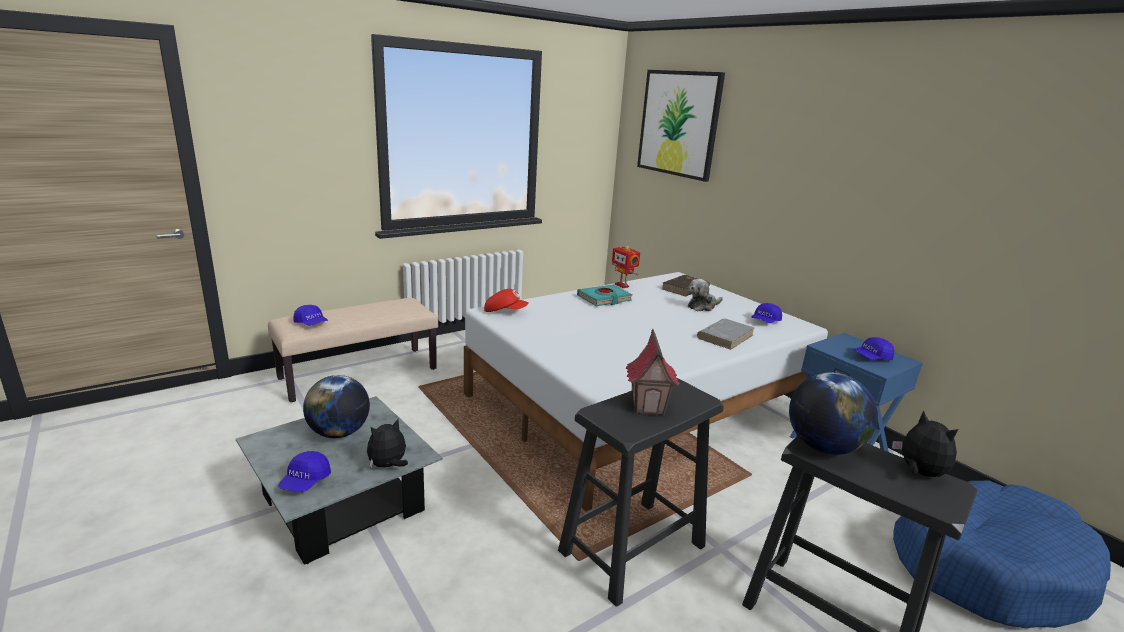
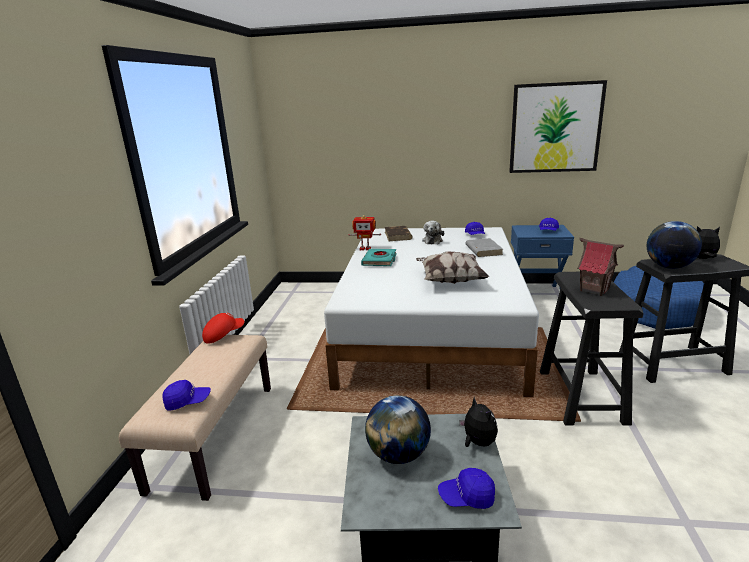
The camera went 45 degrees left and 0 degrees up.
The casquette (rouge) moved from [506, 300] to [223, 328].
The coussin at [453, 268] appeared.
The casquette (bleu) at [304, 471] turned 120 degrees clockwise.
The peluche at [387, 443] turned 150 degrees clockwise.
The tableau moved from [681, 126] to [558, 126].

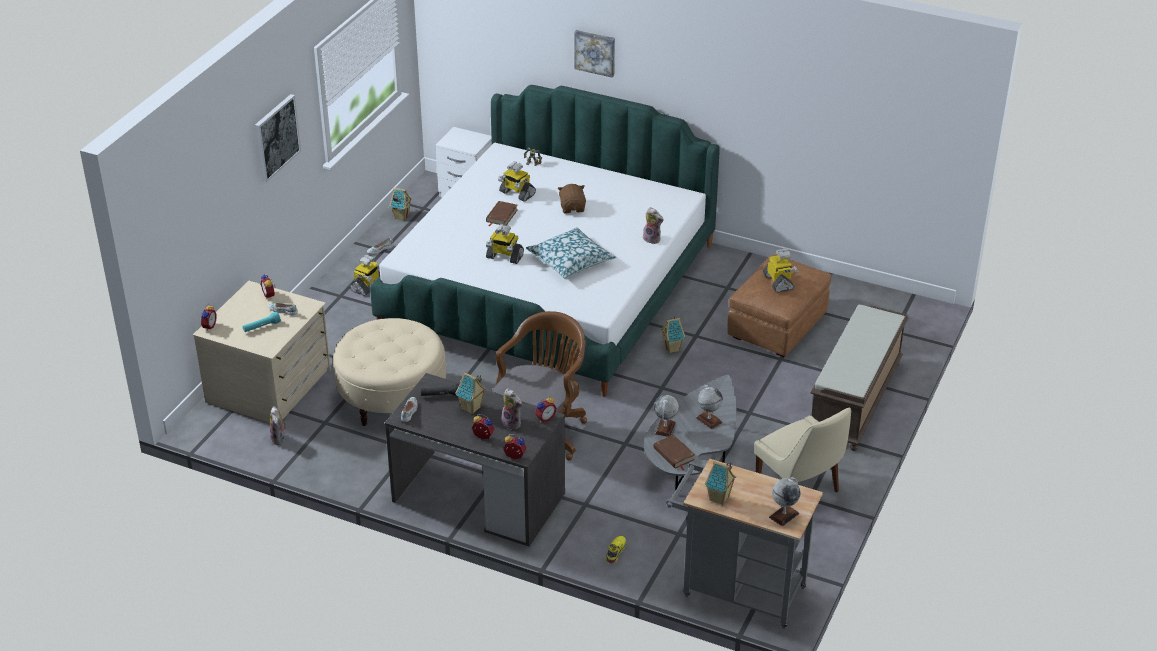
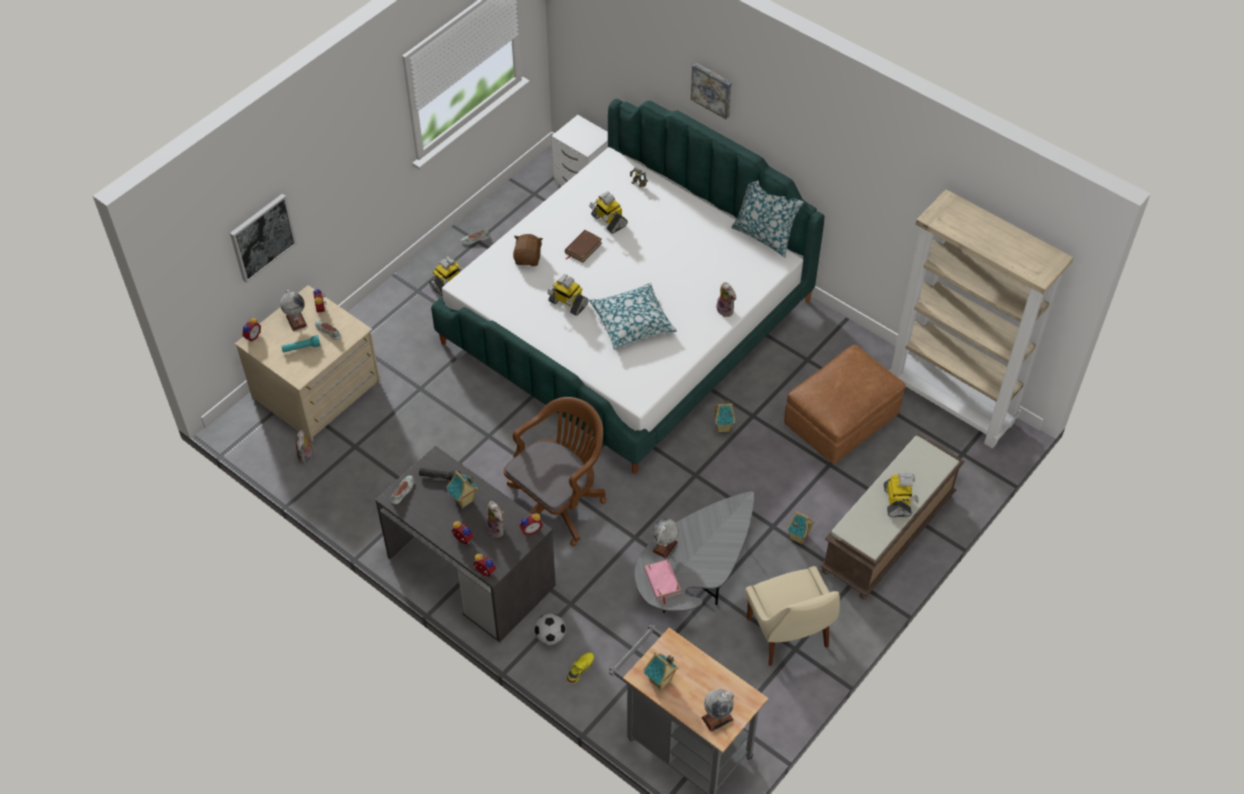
The camera went 15 degrees right and 15 degrees up.
The tableau moved from [278, 138] to [263, 238].
The globe moved from [709, 407] to [293, 310].
The peluche (marron) moved from [572, 198] to [528, 250].
The ballon de foot at [550, 629] appeared.
The livre (marron) at [674, 452] became the livre (rose) at [662, 581].
The coussin at [767, 219] appeared.
The maison miniature moved from [401, 204] to [801, 528].
The robot jouet moved from [781, 270] to [901, 495].
The bibliothèque (beige) at [981, 318] appeared.
The pouf (beige) at [390, 372] disappeared.

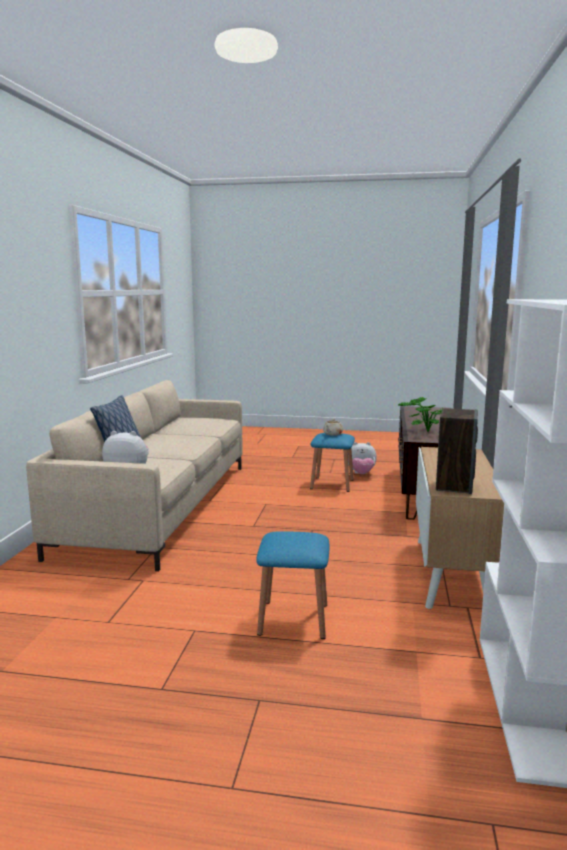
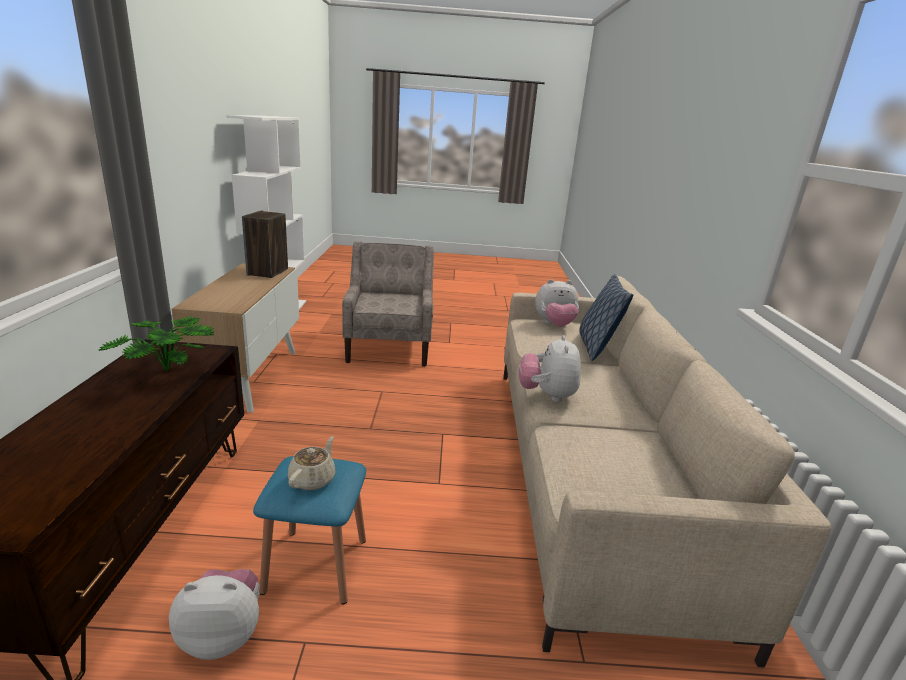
The camera went 170 degrees right and 10 degrees up.
The tabouret (bleu) at [292, 585] was replaced by the fauteuil (beige) at [388, 304].
The peluche at [550, 368] appeared.

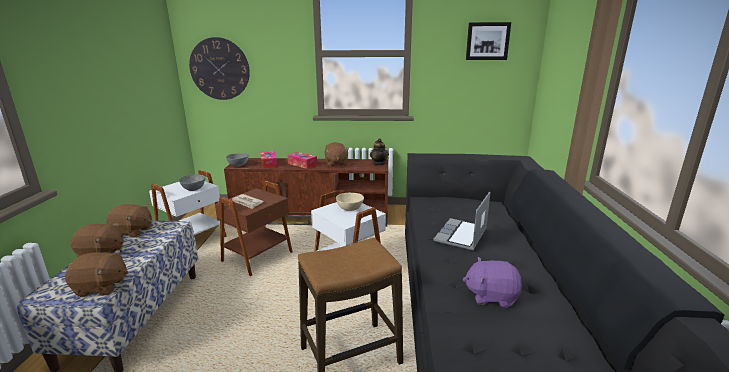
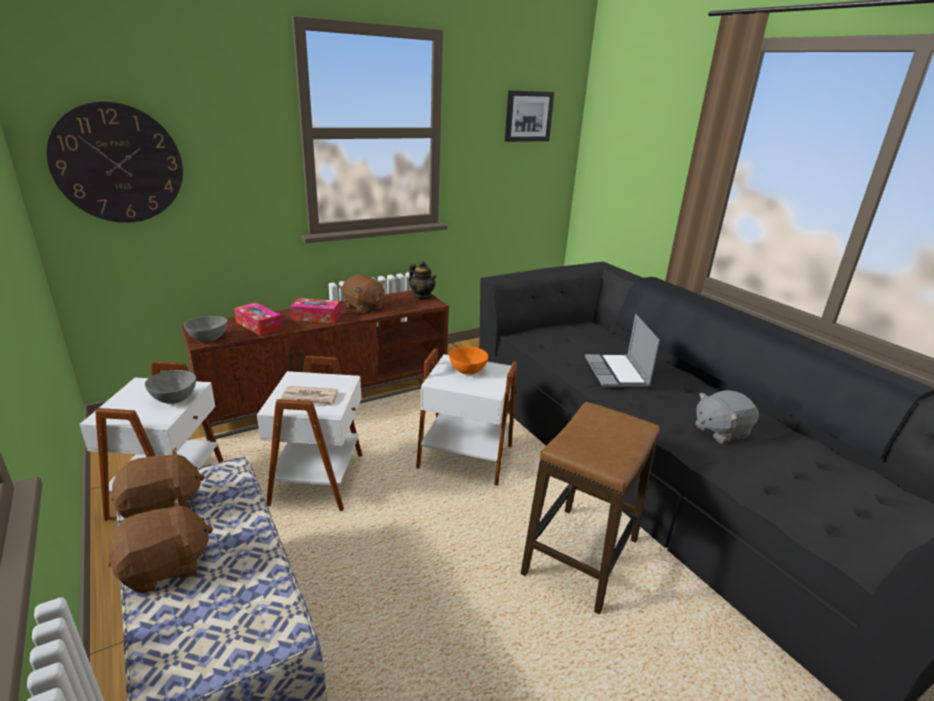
The camera went 35 degrees left and 5 degrees up.
The table d'appoint (marron) at [254, 228] became the table d'appoint (blanc) at [309, 433].
The bol (beige) at [350, 202] became the bol (orange) at [468, 360].
The peluche (violet) at [492, 282] became the peluche (gris) at [727, 417].
The peluche (marron) at [96, 273] disappeared.

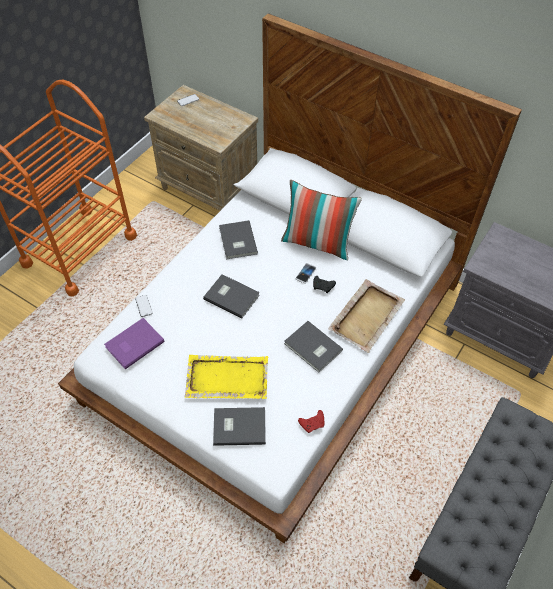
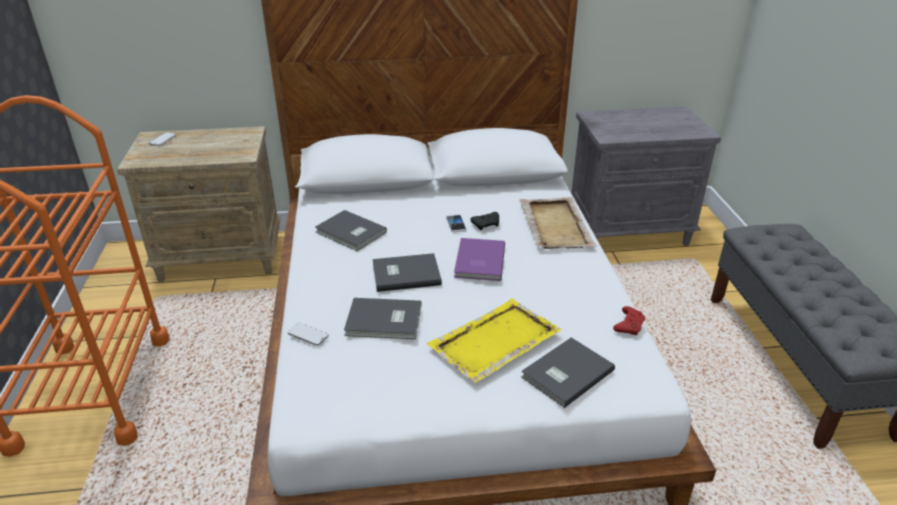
The camera went 40 degrees left and 20 degrees down.
The livre (gris) moved from [313, 347] to [382, 318].
The livre (violet) moved from [134, 343] to [479, 259].
The coussin at [321, 220] disappeared.

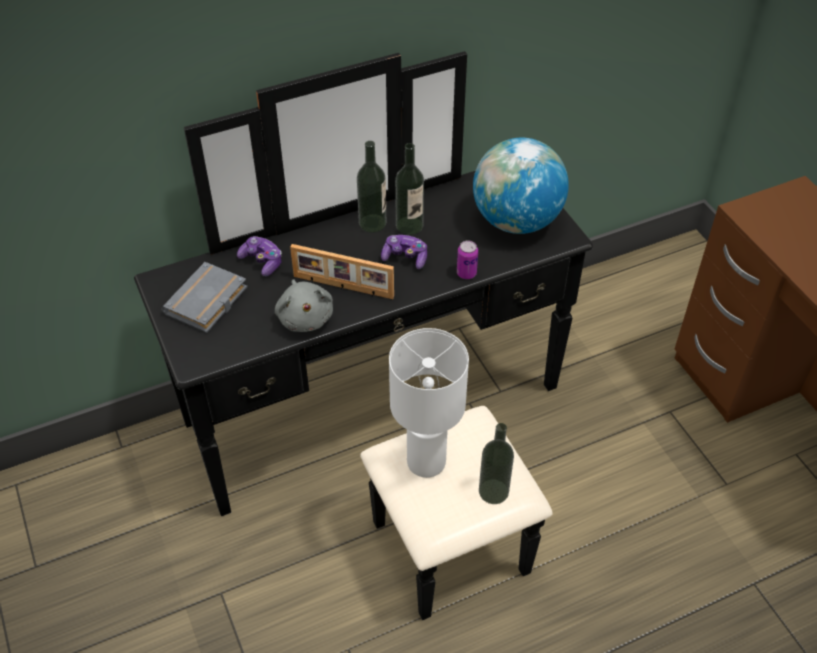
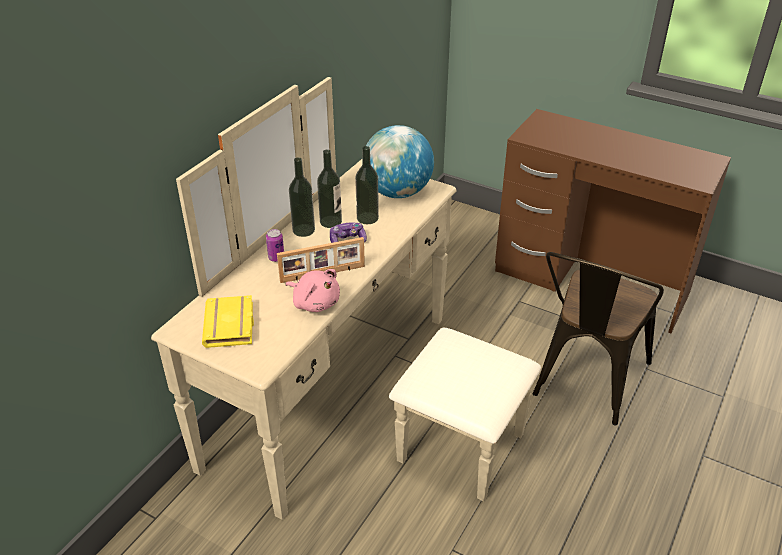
The camera went 35 degrees left and 10 degrees down.
The commode (noir) at [363, 335] became the commode (beige) at [346, 298].
The livre (gris) at [204, 297] became the livre (jaune) at [228, 321].
The boîte métallique moved from [467, 259] to [275, 245].
The peluche (gris) at [304, 305] became the peluche (rose) at [313, 290].
The bouteille moved from [496, 463] to [367, 185].
The chaise (marron) at [598, 339] appeared.
The manette at [259, 256] disappeared.
The lampe de table (blanc) at [429, 403] disappeared.

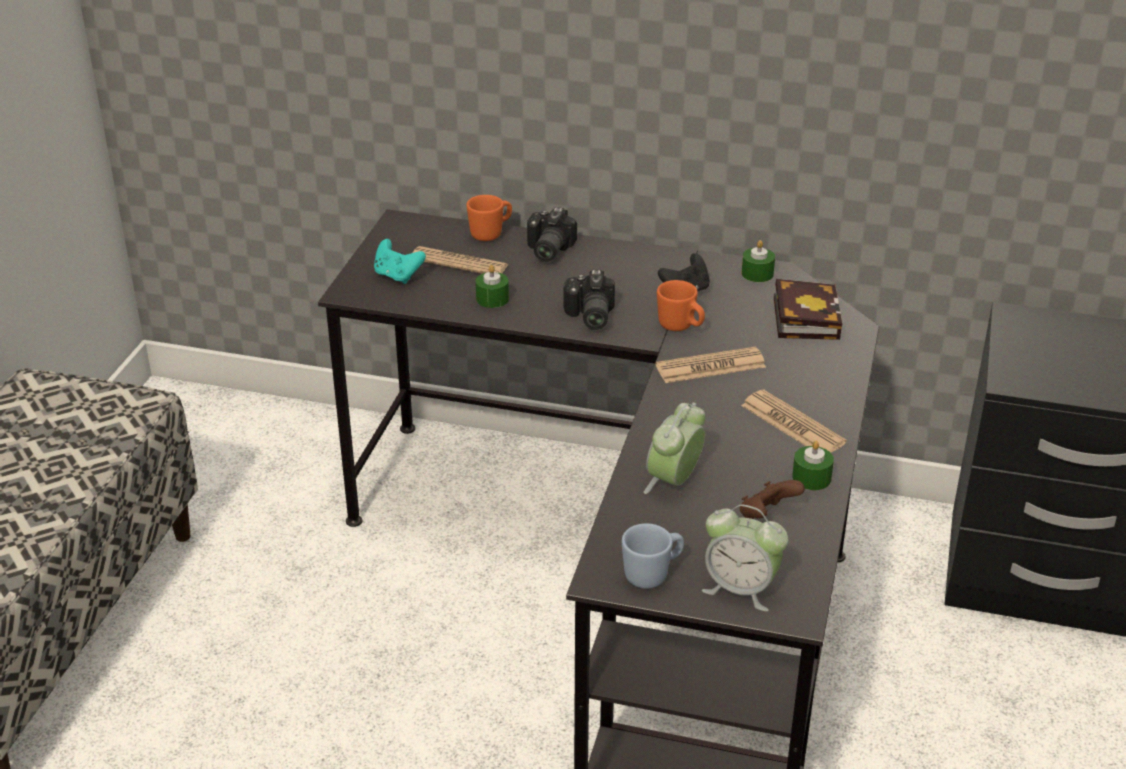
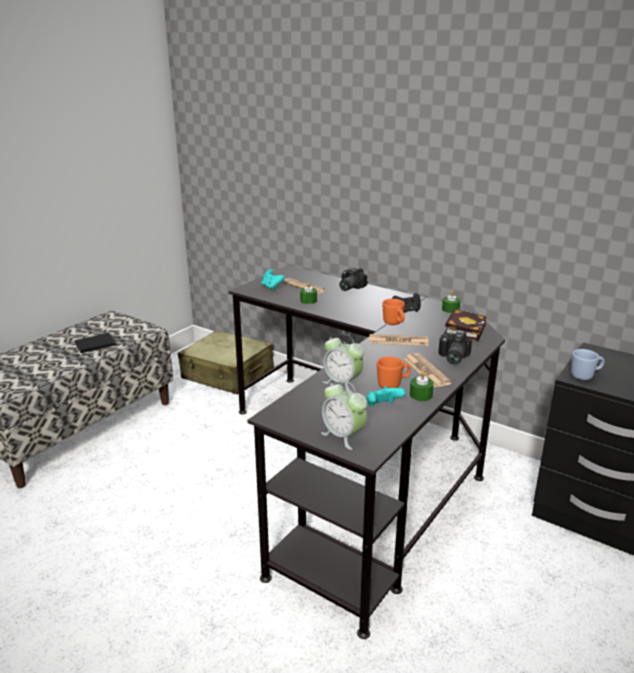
The camera went 20 degrees right and 10 degrees down.
The livre (noir) at [96, 343] appeared.
The valise (beige) at [226, 362] appeared.
The réveil at [674, 448] turned 105 degrees counterclockwise.
The manette (marron) at [772, 499] became the manette (turquoise) at [386, 396].
The mug (orange) moved from [489, 218] to [394, 372].
The appareil photo moved from [589, 300] to [455, 347].
The mug (bleu) moved from [653, 556] to [587, 364].

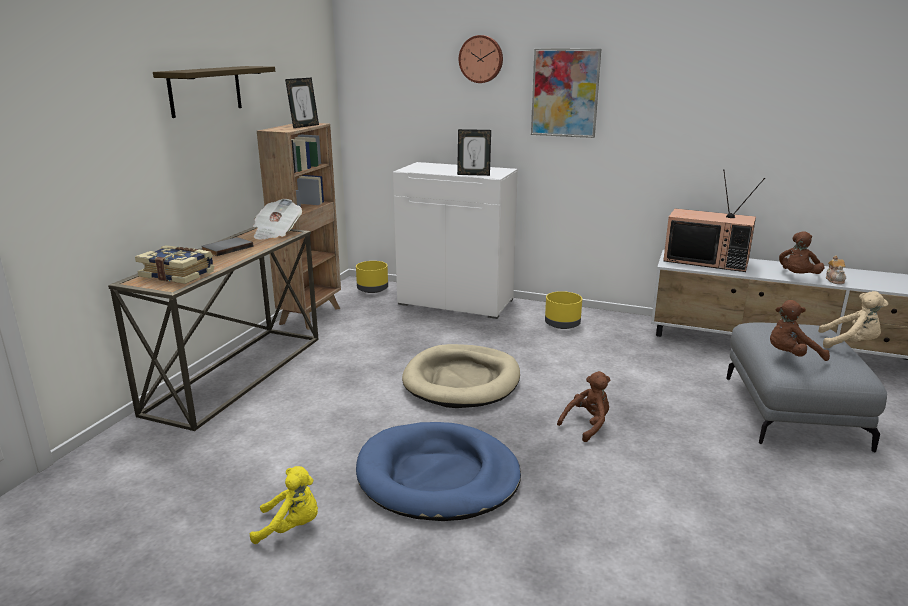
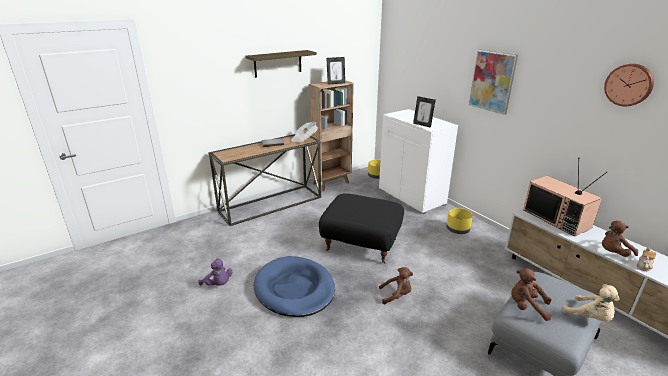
The camera went 35 degrees right and 5 degrees up.
The peluche (jaune) at [284, 505] became the peluche (violet) at [215, 272].
The panier pour chien (beige) at [461, 376] was replaced by the pouf (noir) at [361, 228].
The horloge murale moved from [481, 59] to [629, 85].
The livre at [174, 264] disappeared.

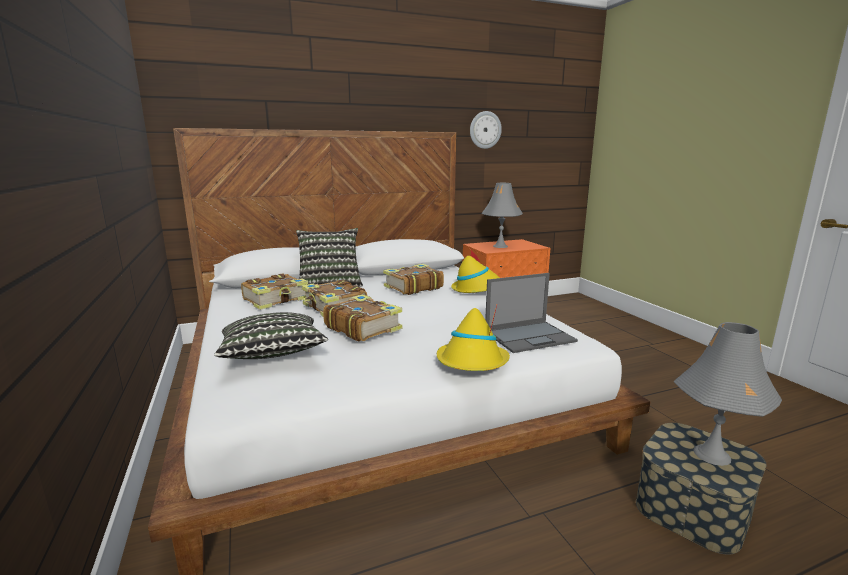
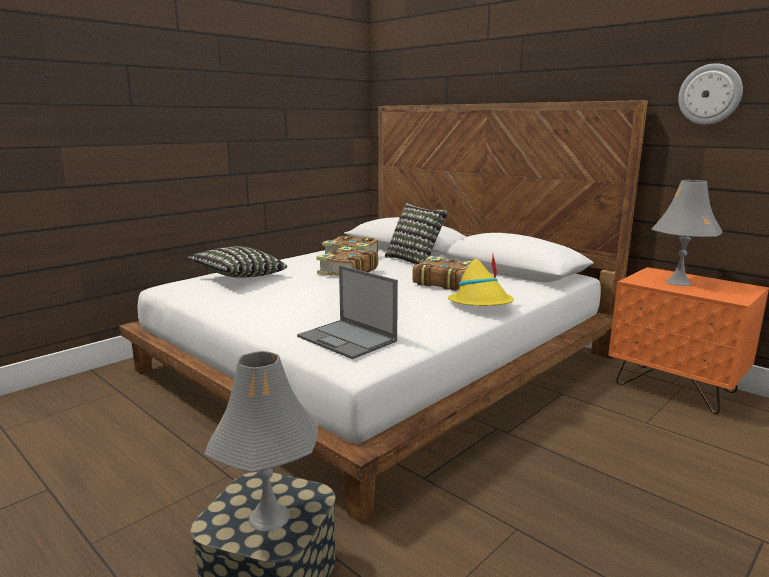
The camera went 65 degrees right and 0 degrees up.
The livre at [362, 317] disappeared.
The chapeau (jaune) at [473, 338] disappeared.

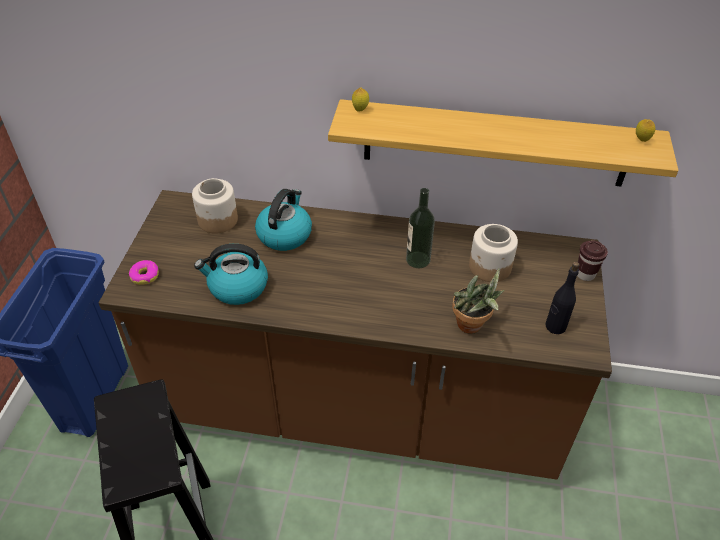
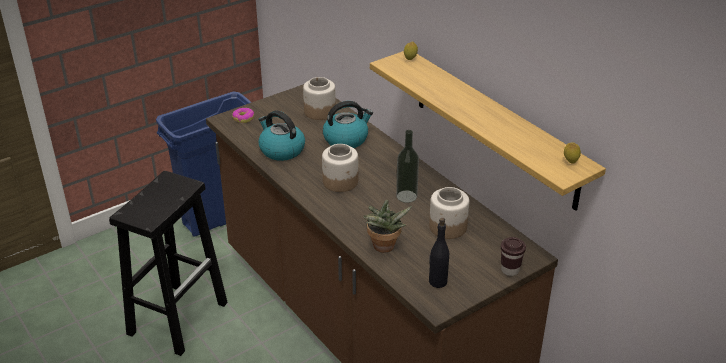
The camera went 45 degrees right and 10 degrees down.
The bocal at [340, 168] appeared.

